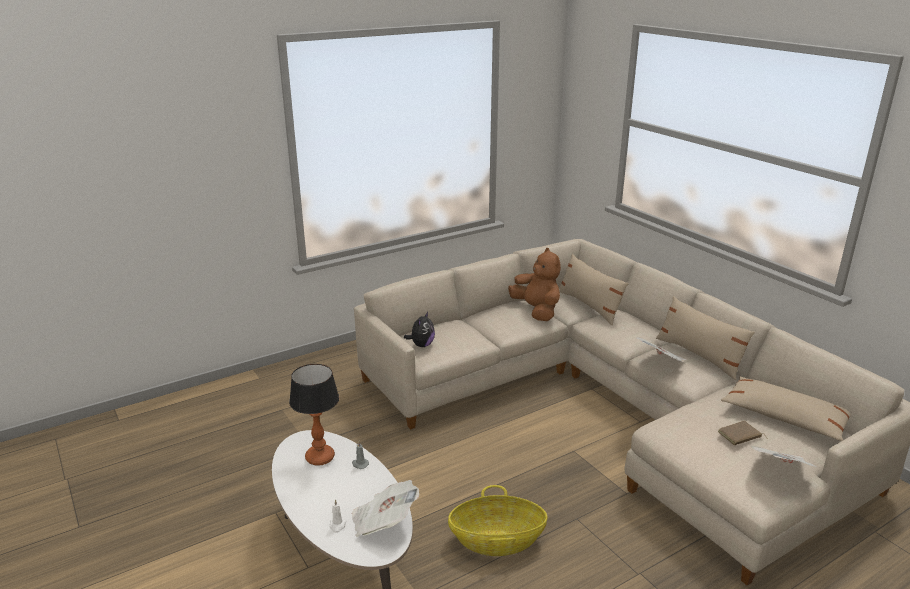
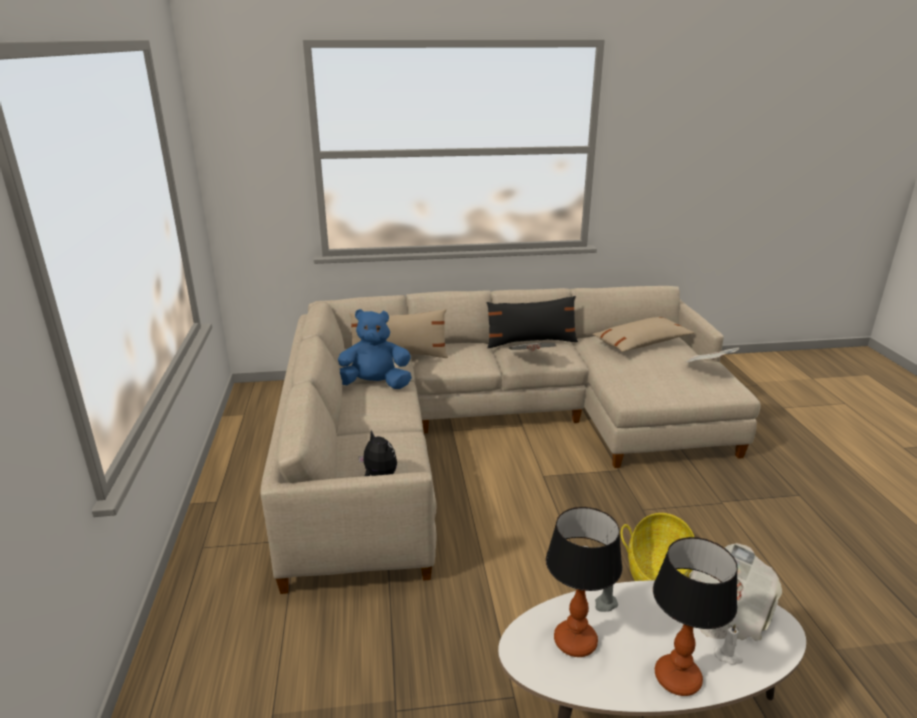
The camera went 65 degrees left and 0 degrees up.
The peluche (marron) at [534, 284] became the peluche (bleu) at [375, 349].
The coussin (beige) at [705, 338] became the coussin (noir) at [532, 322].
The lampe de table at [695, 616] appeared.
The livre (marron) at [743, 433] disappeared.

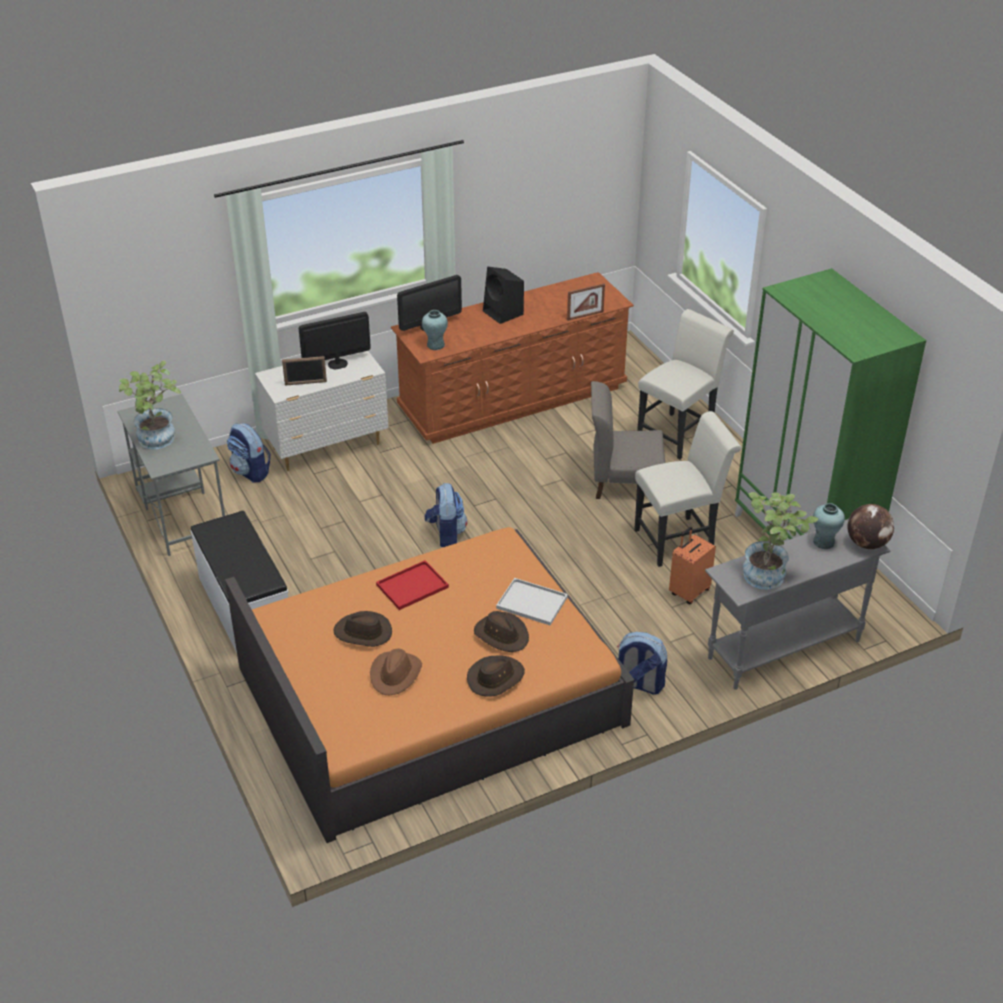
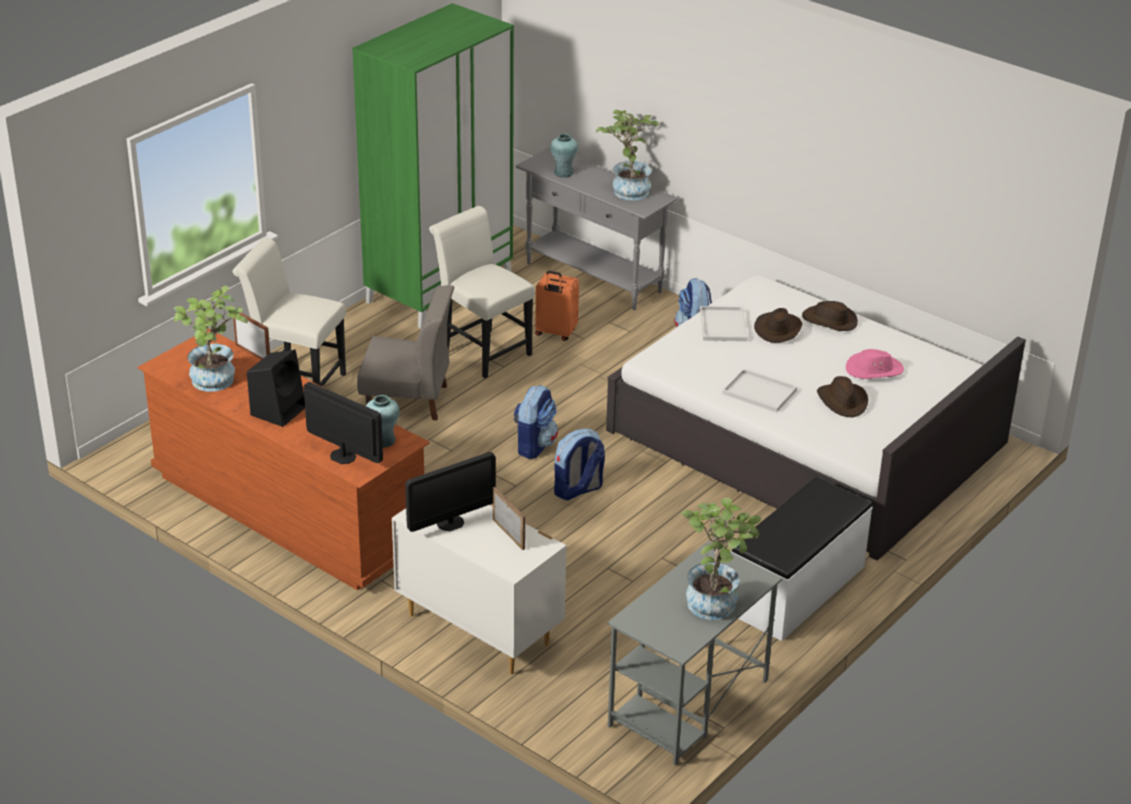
The camera went 115 degrees left and 5 degrees down.
The plante en pot at [211, 339] appeared.
The chaise (gris) at [628, 440] turned 60 degrees counterclockwise.
The écran d'ordinateur at [334, 341] turned 75 degrees counterclockwise.
The sac à dos moved from [248, 453] to [535, 422].
The lit (orange) at [430, 685] became the lit (blanc) at [816, 418].
The plateau (rouge) at [412, 585] became the plateau (blanc) at [759, 390].
The chapeau (marron) at [396, 672] became the chapeau (rose) at [875, 364].
The globe at [871, 526] disappeared.

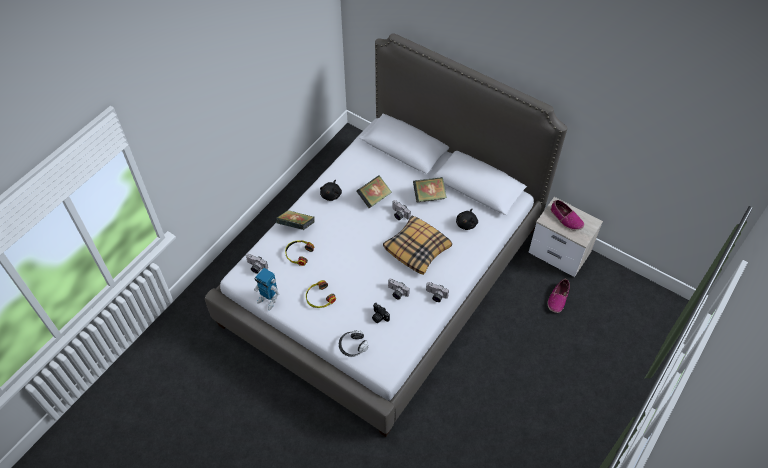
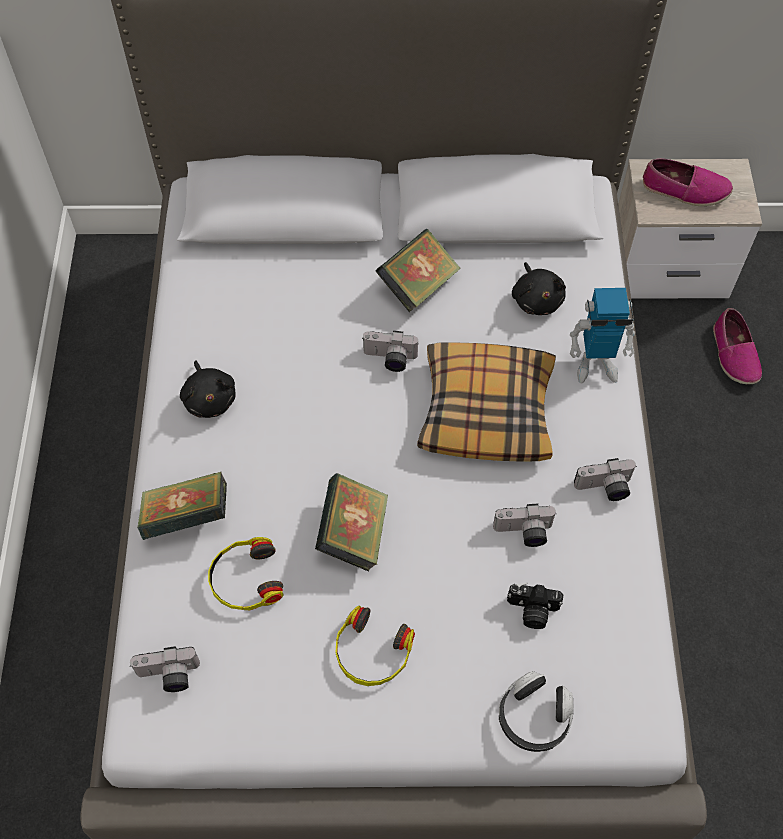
The camera went 35 degrees left and 5 degrees up.
The livre moved from [374, 191] to [351, 522].
The robot jouet moved from [266, 289] to [602, 335].

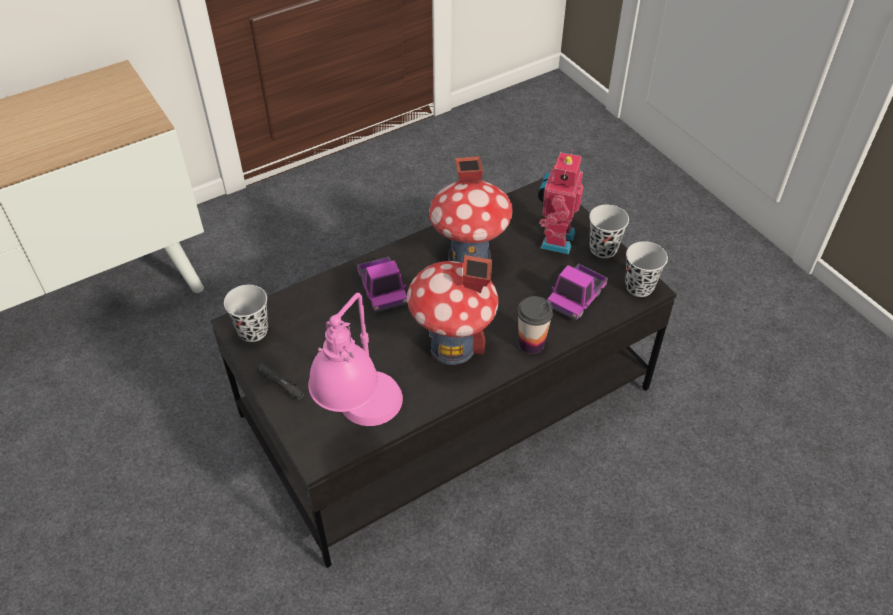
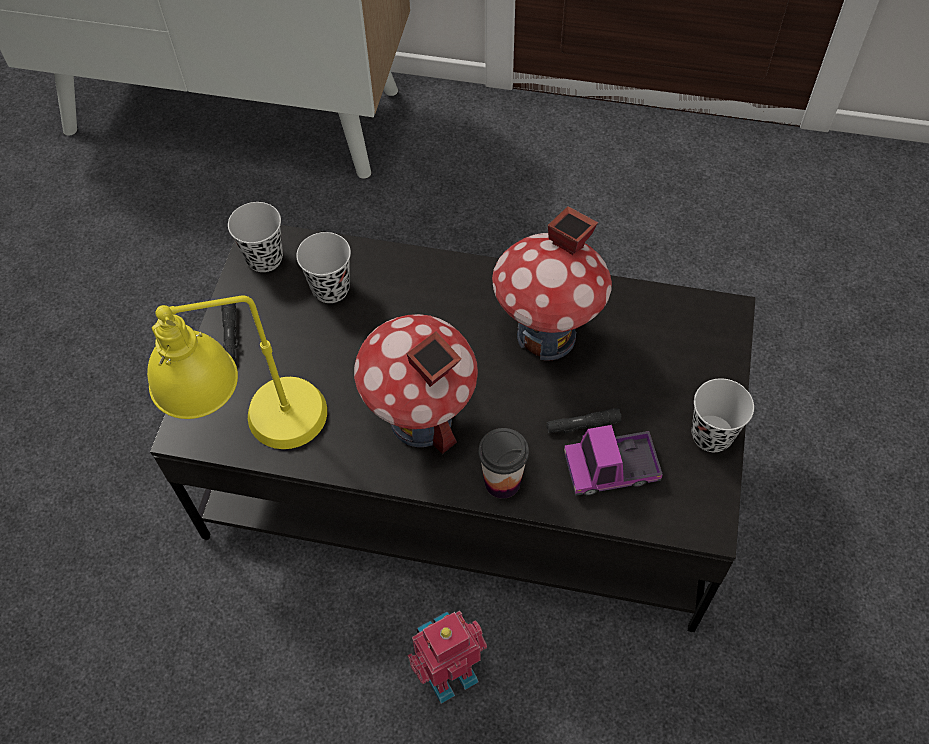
The camera went 45 degrees right and 10 degrees up.
The lampe de table (rose) at [355, 359] became the lampe de table (jaune) at [237, 372].
The tasse (noir) moved from [646, 269] to [323, 267].
The robot jouet moved from [561, 201] to [447, 657].
The lampe de poche (noir) at [584, 420] appeared.
The camion jouet at [382, 285] disappeared.

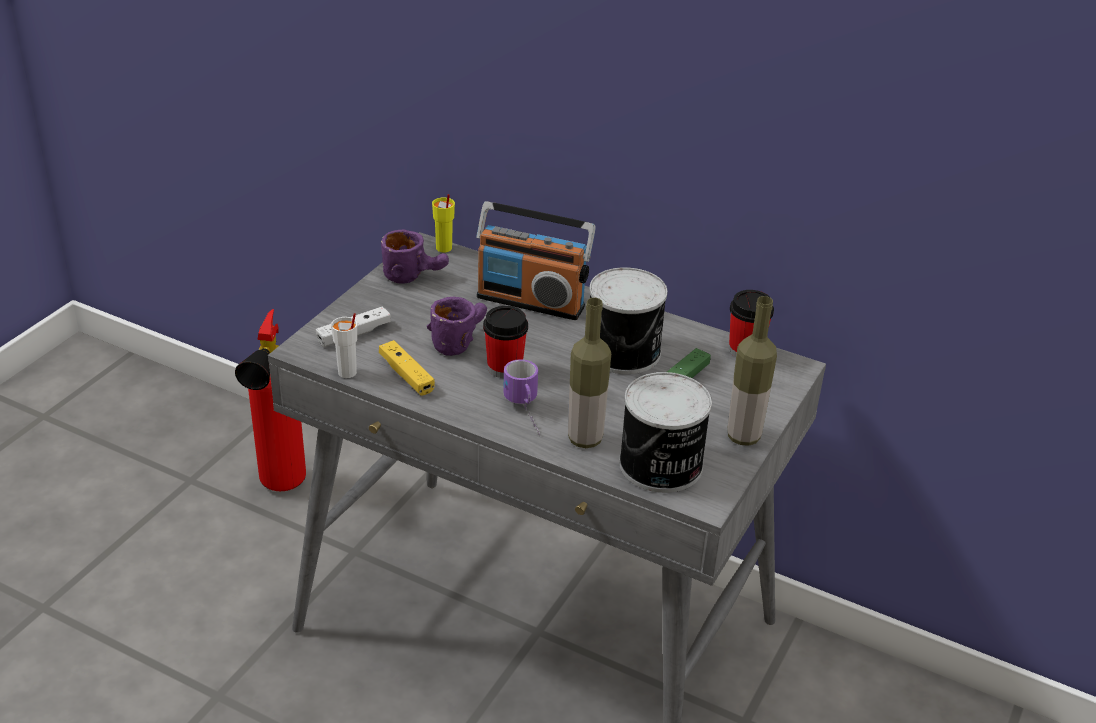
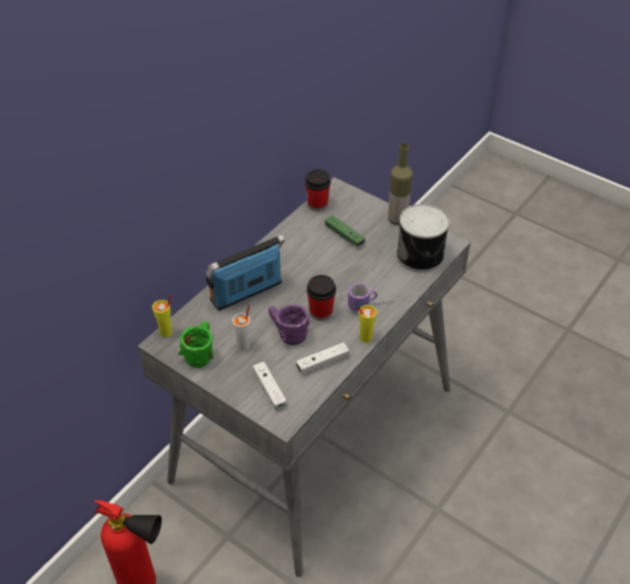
The camera went 80 degrees left and 10 degrees up.
The mug (violet) at [415, 256] became the mug (vert) at [195, 344].
The radio at [536, 260] turned 150 degrees counterclockwise.
The tasse (blanc) moved from [344, 345] to [241, 328].
The manette (jaune) at [407, 367] became the manette (blanc) at [322, 358].
The tasse (jaune) at [367, 324] appeared.
The bouteille at [589, 373] disappeared.
The boîte métallique at [629, 320] disappeared.

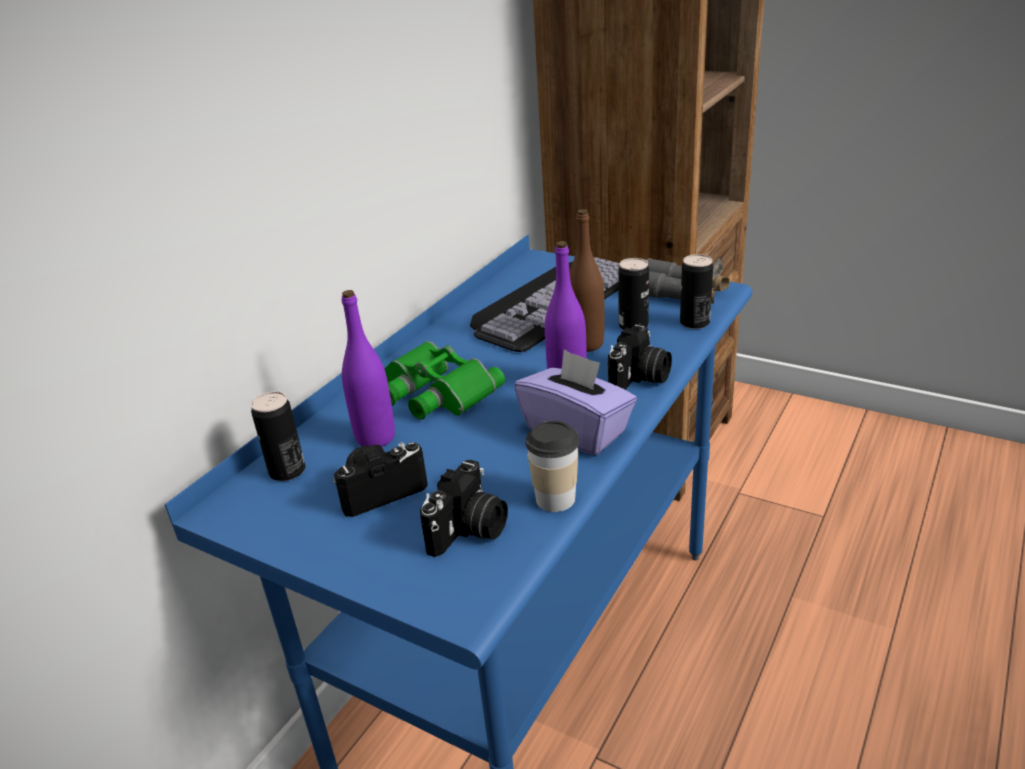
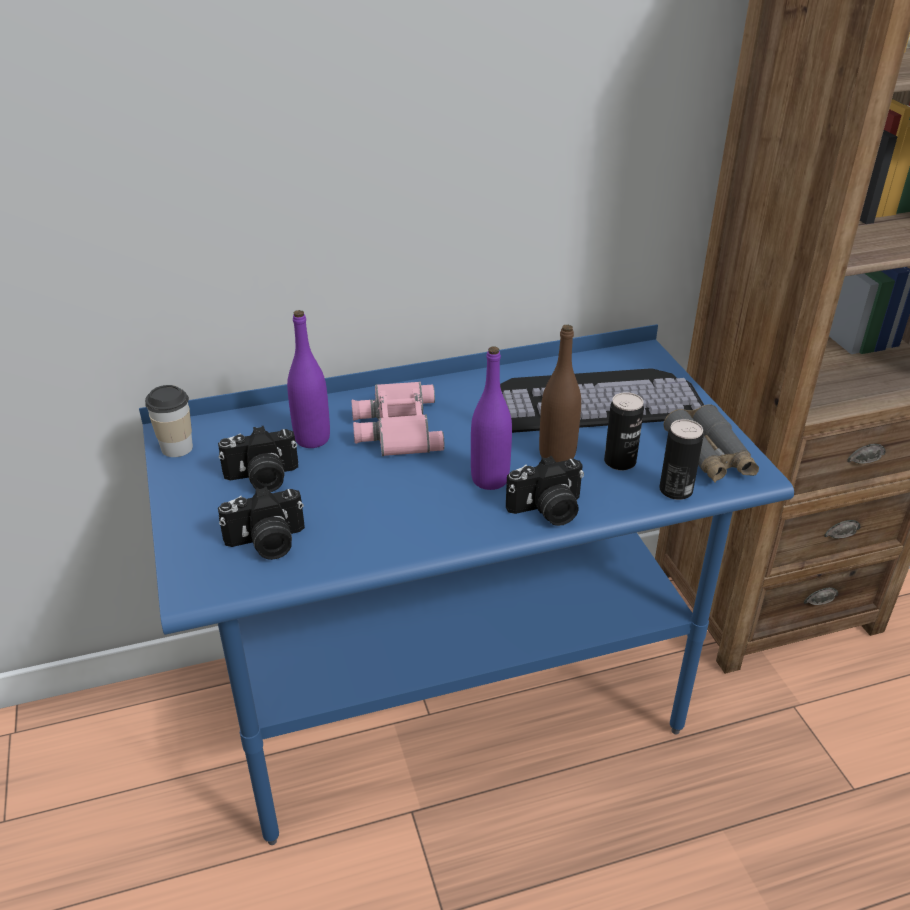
The camera went 40 degrees right and 5 degrees up.
The tasse moved from [552, 466] to [169, 421].
The appareil photo at [381, 479] turned 150 degrees clockwise.
The jumelles (vert) at [445, 380] became the jumelles (rose) at [398, 418].
The boîte métallique at [278, 436] disappeared.
The boîte à mouchoirs (violet) at [575, 402] disappeared.

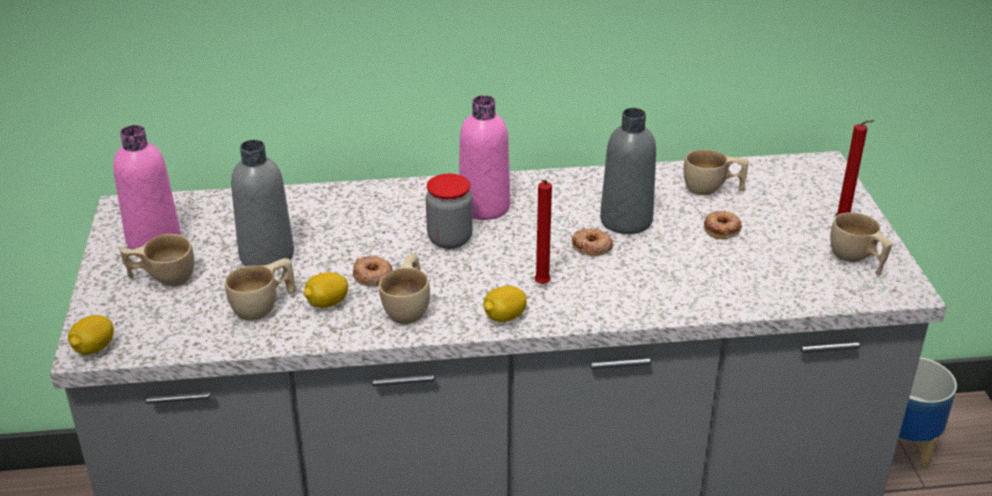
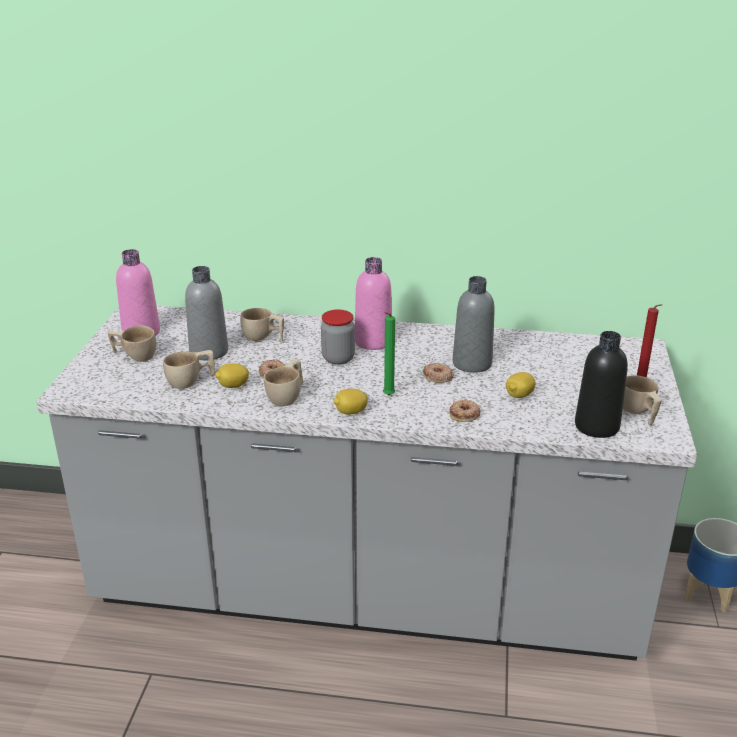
The camera went 15 degrees right and 5 degrees down.
The tasse (beige) moved from [716, 172] to [262, 324].
The bougie (rouge) at [543, 232] became the bougie (vert) at [389, 353].
The beignet moved from [723, 225] to [465, 411].
The citron moved from [91, 335] to [520, 385].
The bouteille (noir) at [601, 384] appeared.

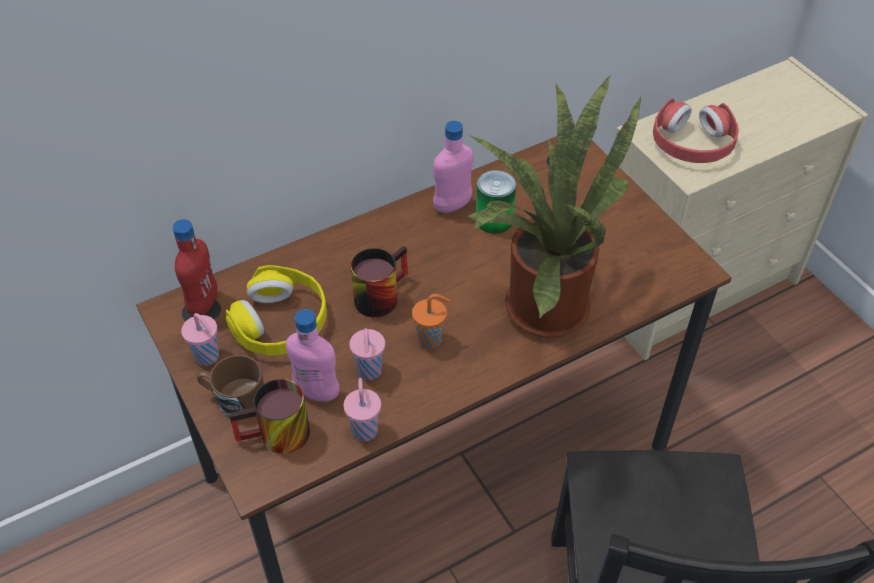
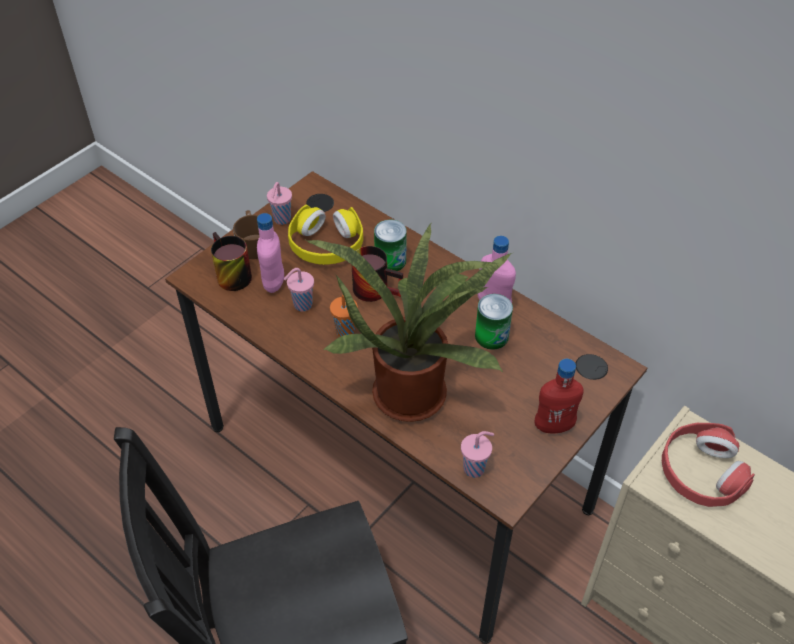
The camera went 70 degrees right and 0 degrees up.
The boîte métallique at [390, 245] appeared.
The tasse (rose) moved from [362, 409] to [477, 454].
The bouteille (rouge) moved from [195, 267] to [559, 396].

